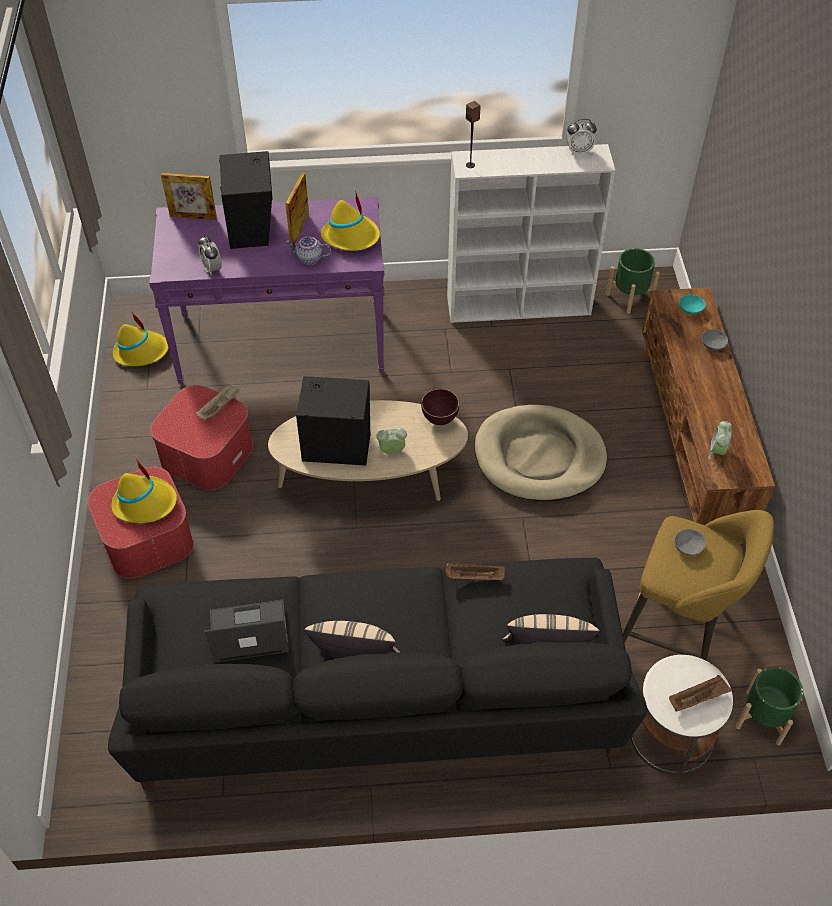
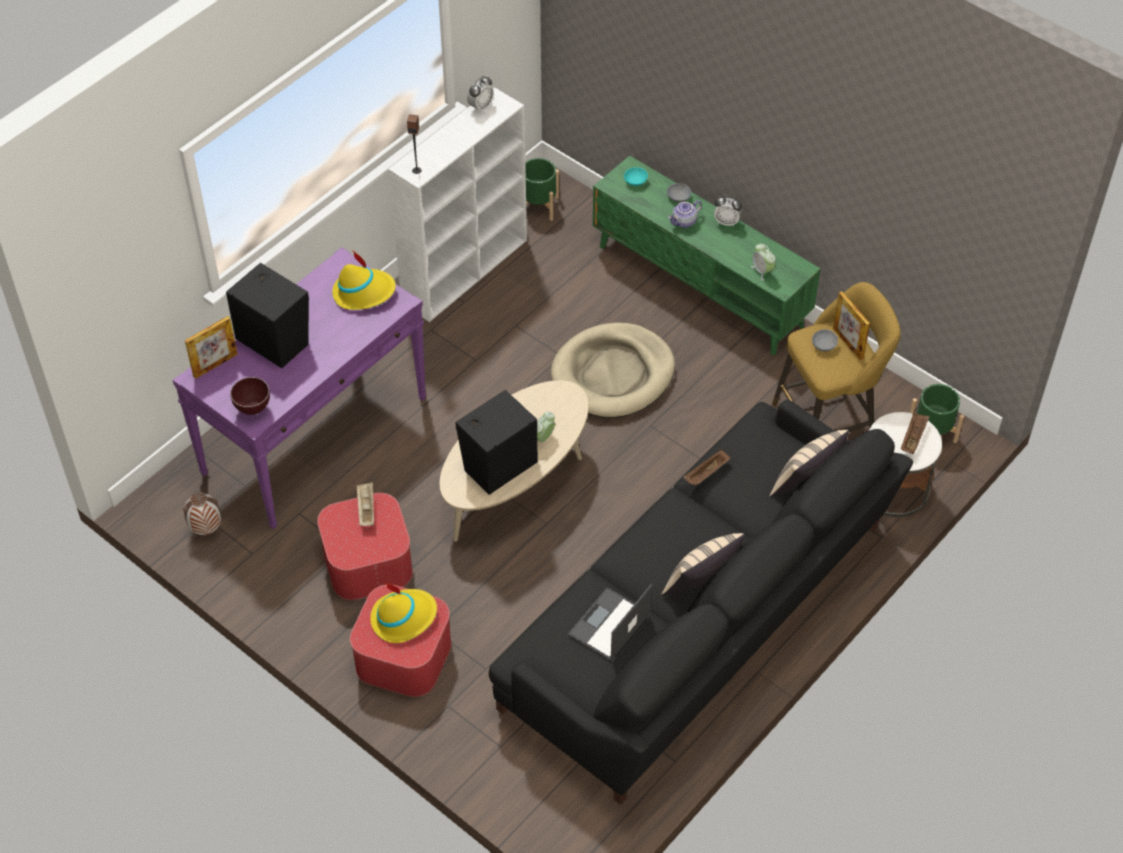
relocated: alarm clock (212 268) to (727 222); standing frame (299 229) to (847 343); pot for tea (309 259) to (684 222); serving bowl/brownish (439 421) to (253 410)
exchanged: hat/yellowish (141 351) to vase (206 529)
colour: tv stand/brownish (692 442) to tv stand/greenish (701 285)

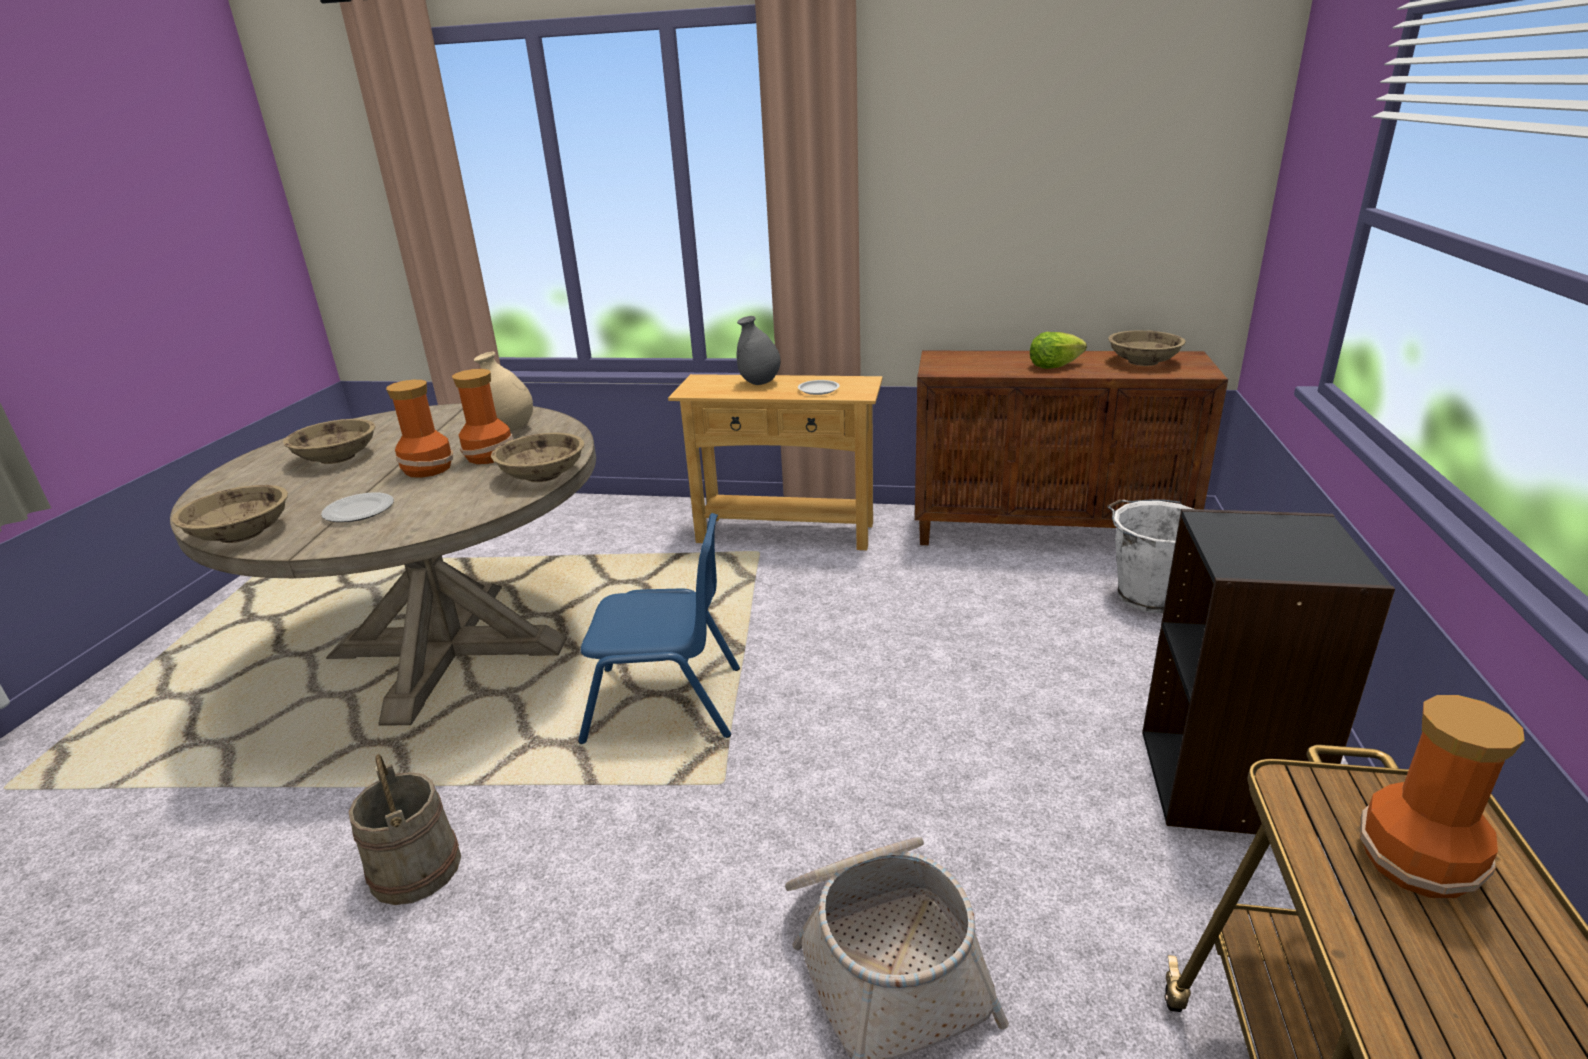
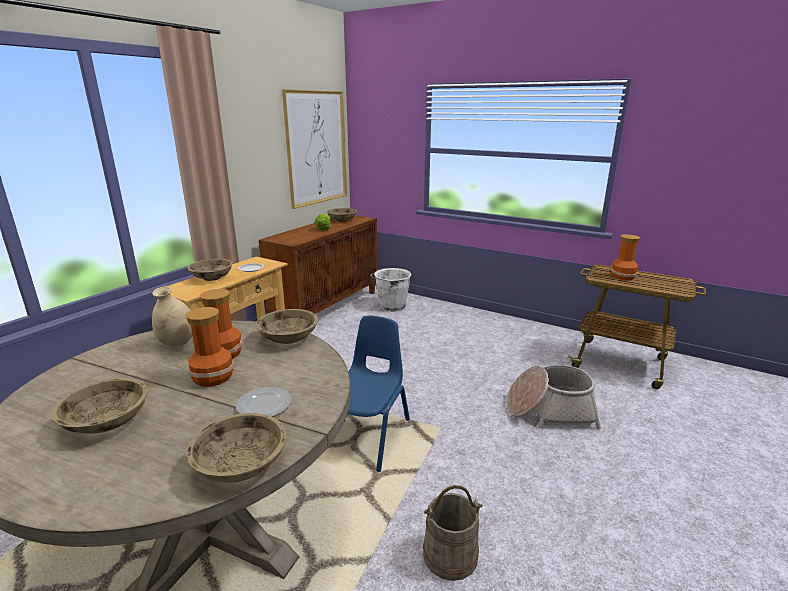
missing: bookshelf/black (1224 782)
appeared: wall art (316 148)
exchanged: vase/gray (759 383) to serving bowl/beige (212 278)

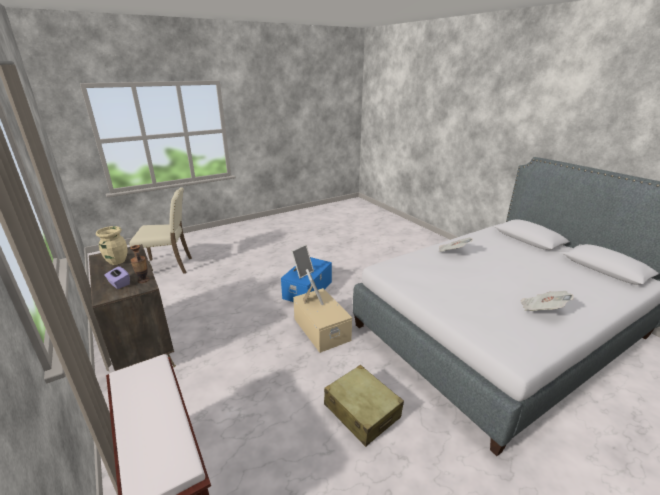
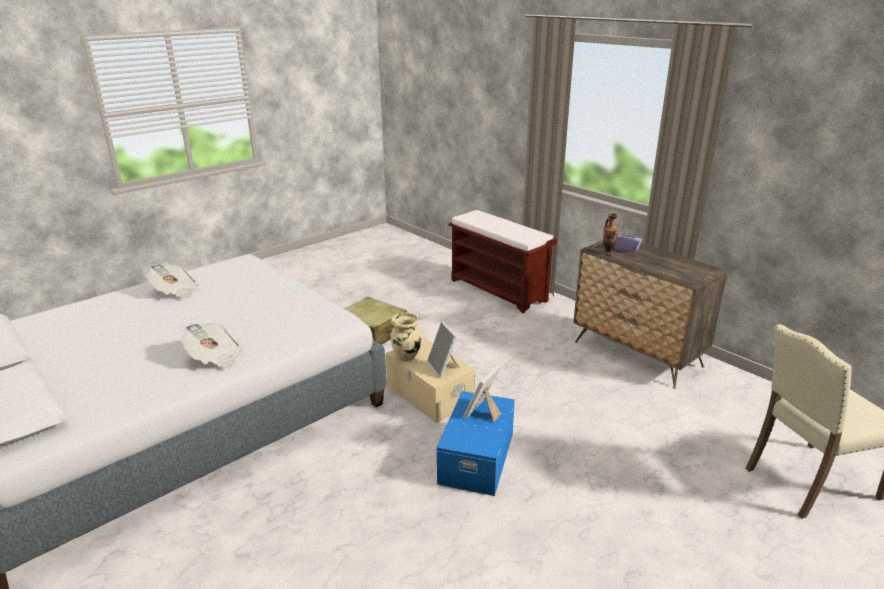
relocated: vase/beige (117 261) to (406 356)

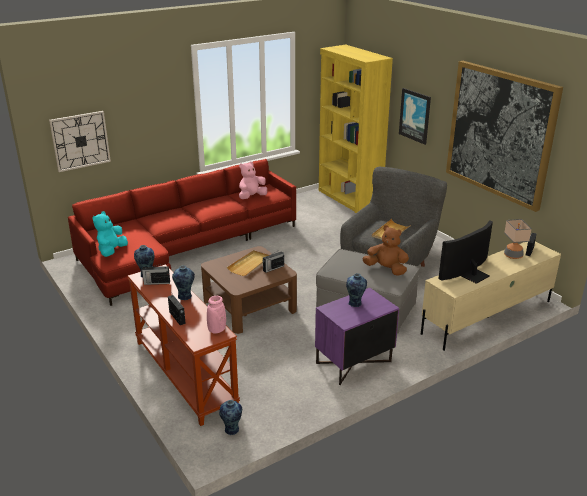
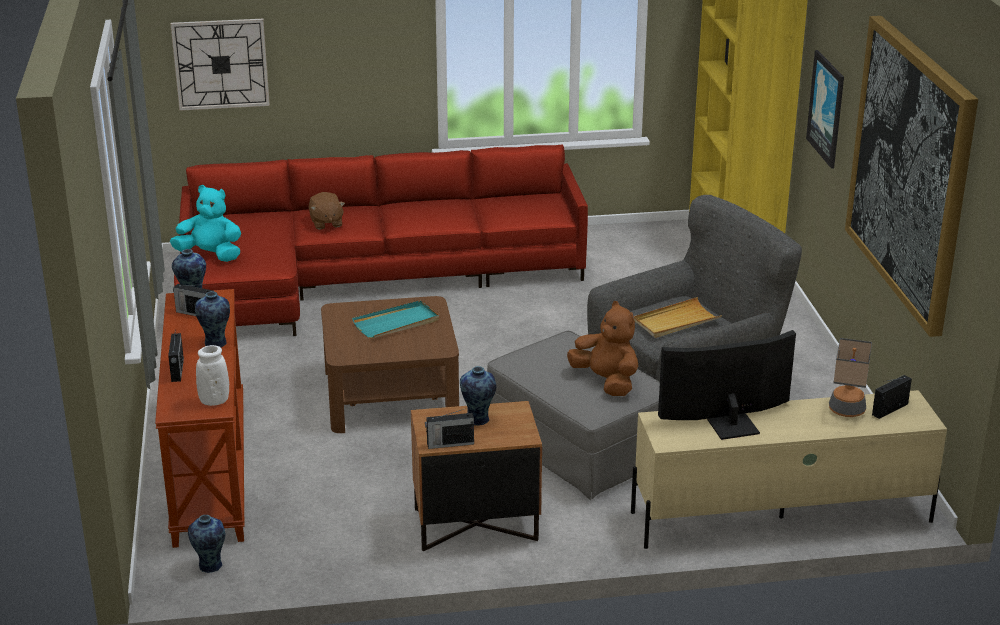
missing: plush toy/pink-coloured (251 197)
appeared: plush toy/brownish (326 223)
relocated: radio receiver (273 268) to (449 444)
colour: vase/pink-coloured (217 330) to vase/whitish (214 401); carrying tray/beige (250 264) to carrying tray/turquoise-coloured (397 323); bedside table/purplish (354 363) to bedside table/brownish (475 526)
spun: plush toy/turquoise-coloured (112 251) = (210 255) 60 degrees clockwise

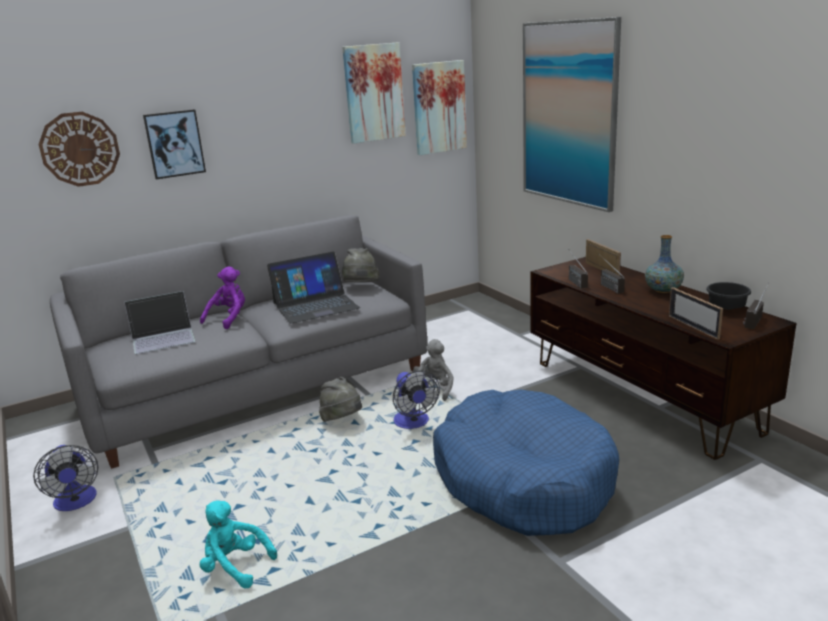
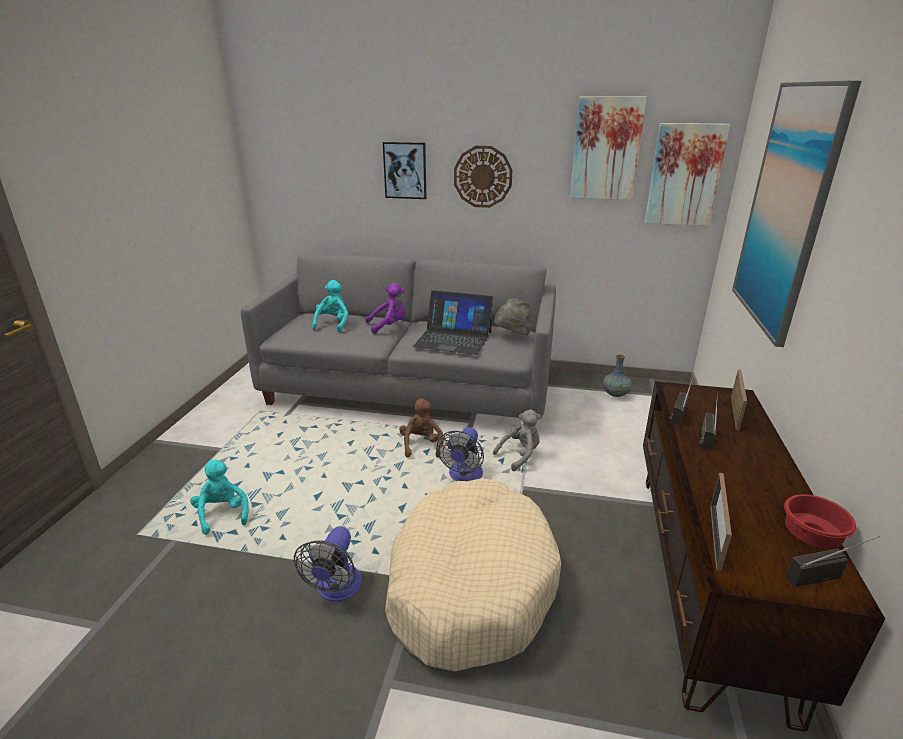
relocated: electric fan (76 502) to (336 590); wall clock (80 149) to (482 177); vase (663 290) to (615 394)
exchanged: notebook computer (163 337) to plush toy/turquoise-coloured (333 324); hat/gray (343 421) to plush toy/brownish (421 445)
colour: dog bed/blue-coloured (523 479) to dog bed/beige (470 584); serving bowl/black (727 307) to serving bowl/red-coloured (813 537)

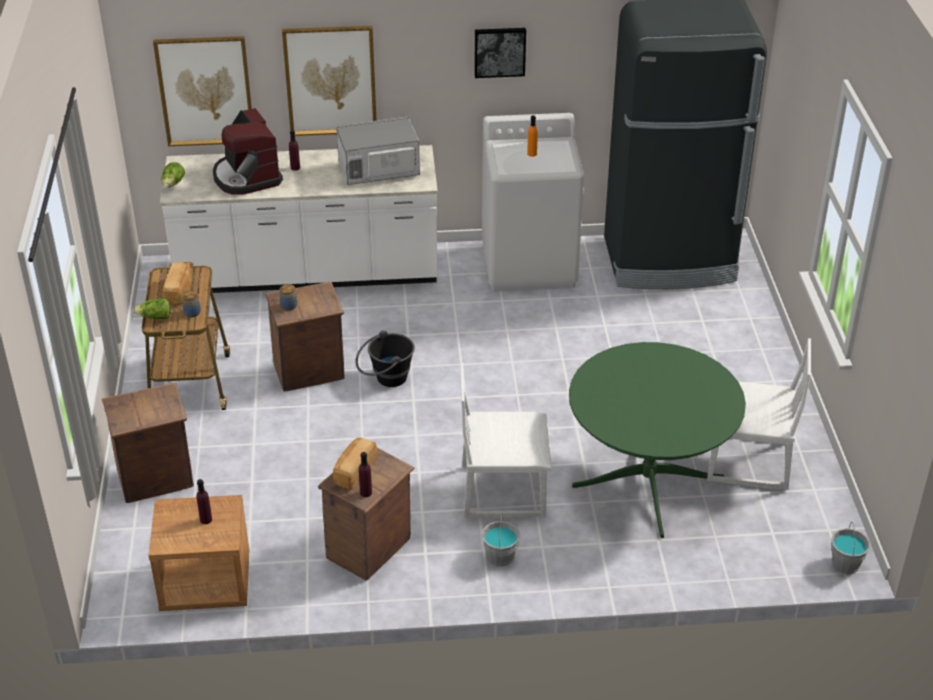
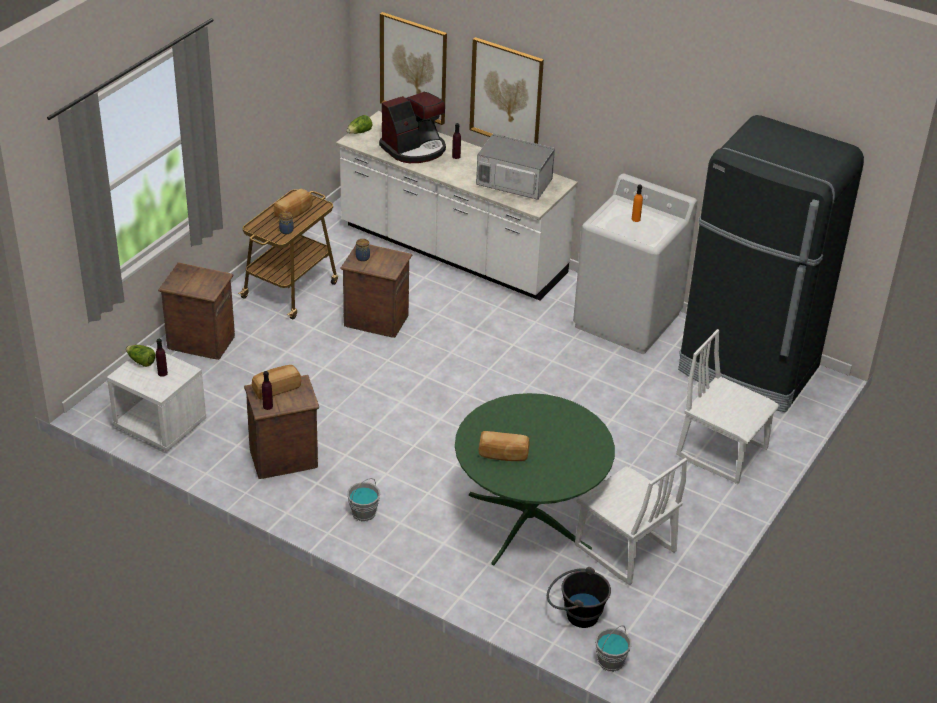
missing: wall art (499 51)
appeared: bread (503 455)
relocated: lettuce head (155 317) to (141 361); pail/black (385 379) to (575 614); chair/whitish (503 490) to (722 452)
colour: bedside table/brownish (205 584) to bedside table/whitish (160 425)
spun: coffee brewer (246 177) = (414 148) 135 degrees counterclockwise

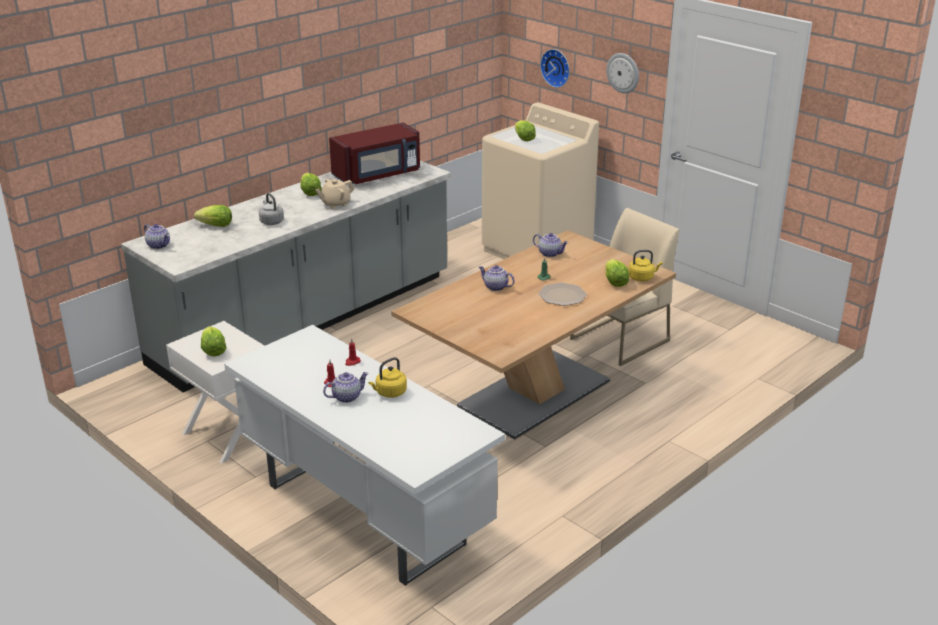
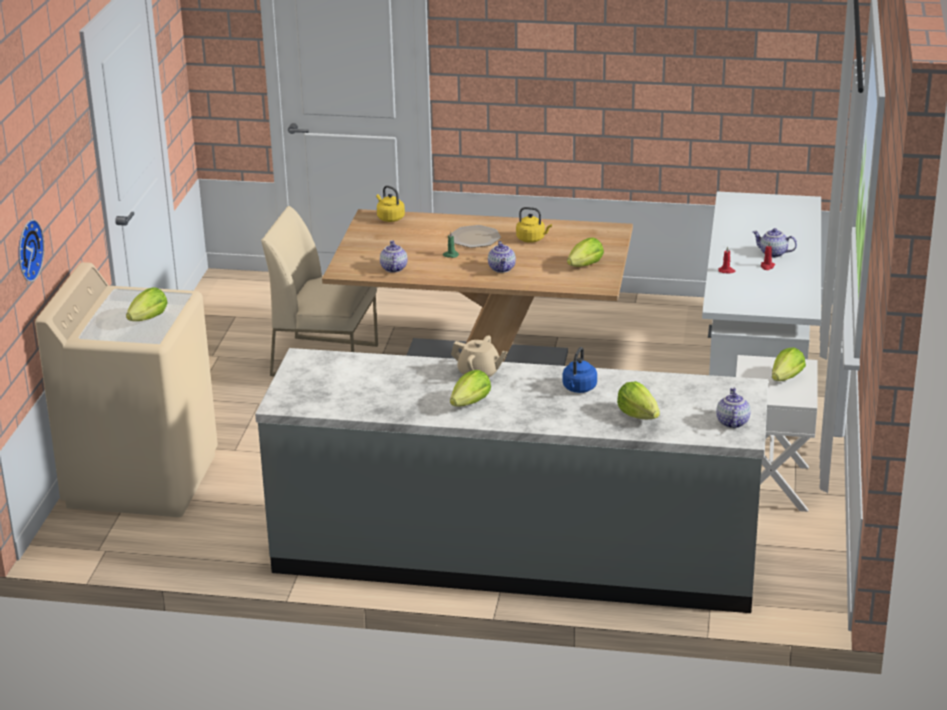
missing: microwave/red-coloured (378 175); wall clock (623 73)
relocated: tea kettle/yellowish (389 393) to (532 239); lettuce head (614 282) to (585 265)
colour: tea kettle/gray (271 222) to tea kettle/blue-coloured (578 388)

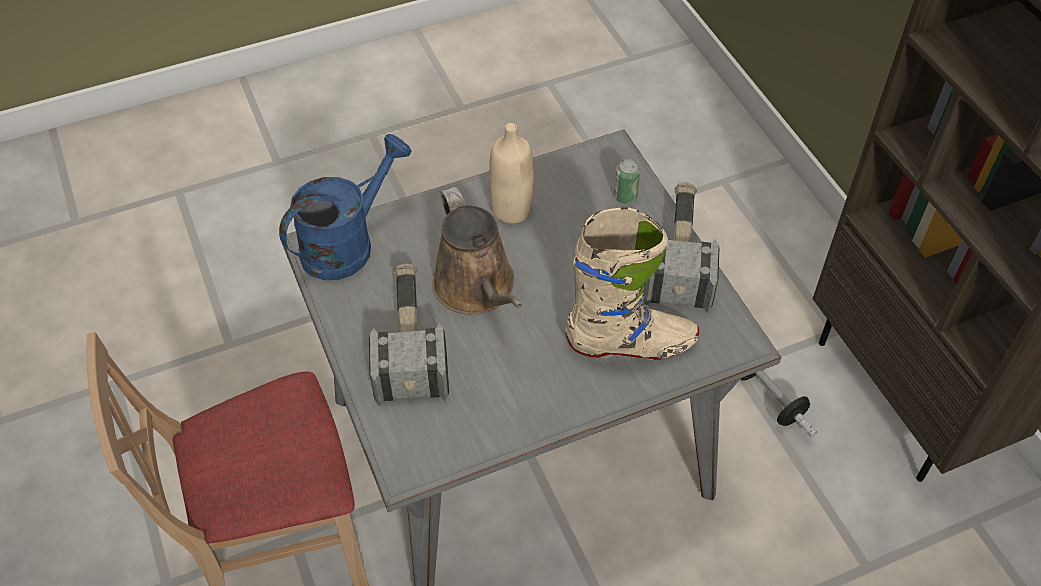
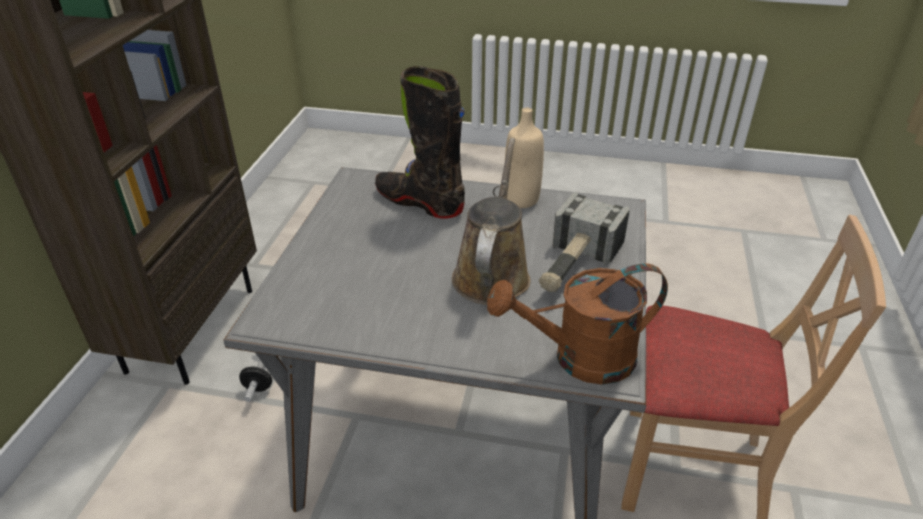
missing: metal can (625 196); hammer (679 254)
relocated: bottle/beige (511 210) to (521 200)
colour: watering can/blue-coloured (347 243) to watering can/brownish (580 359); high-top boot/beige (631 344) to high-top boot/black (420 202)

